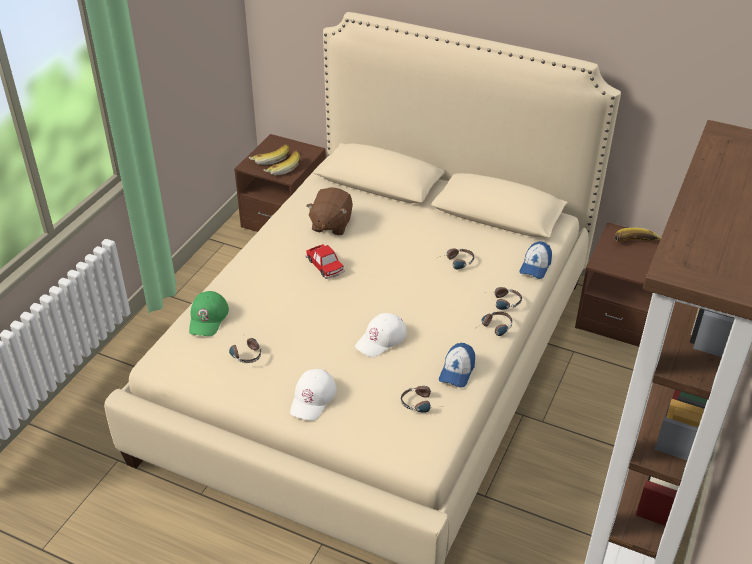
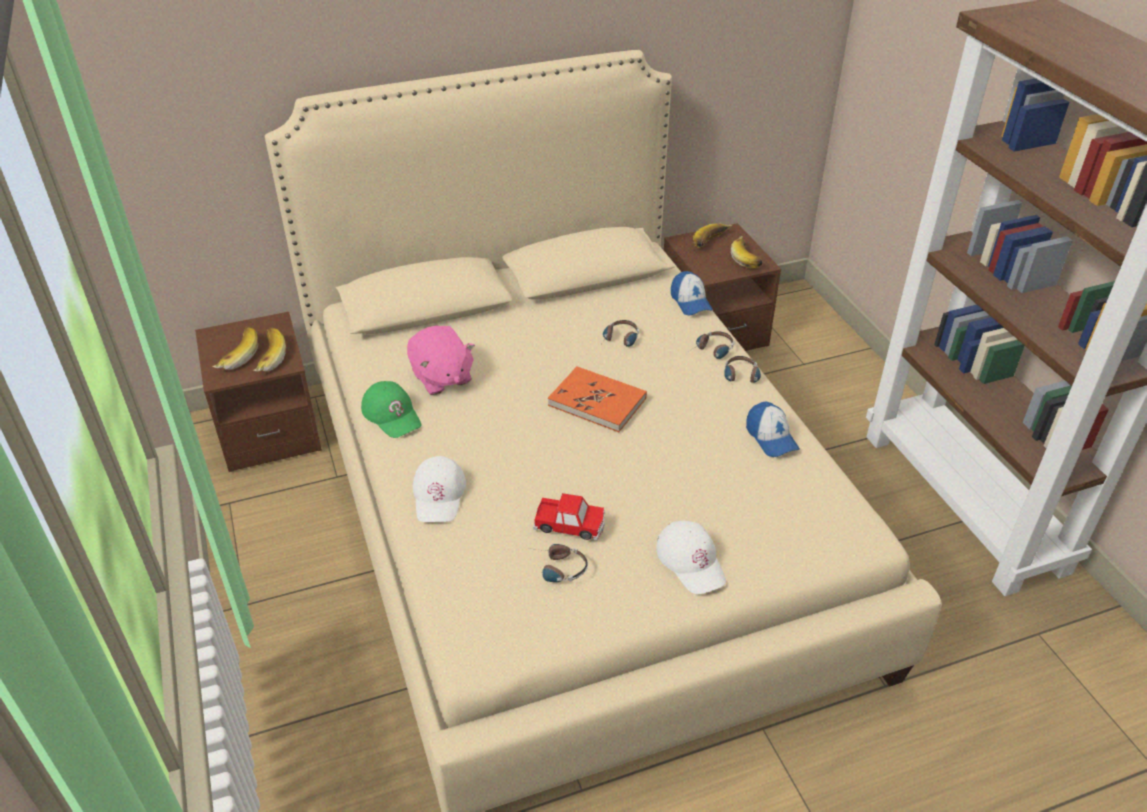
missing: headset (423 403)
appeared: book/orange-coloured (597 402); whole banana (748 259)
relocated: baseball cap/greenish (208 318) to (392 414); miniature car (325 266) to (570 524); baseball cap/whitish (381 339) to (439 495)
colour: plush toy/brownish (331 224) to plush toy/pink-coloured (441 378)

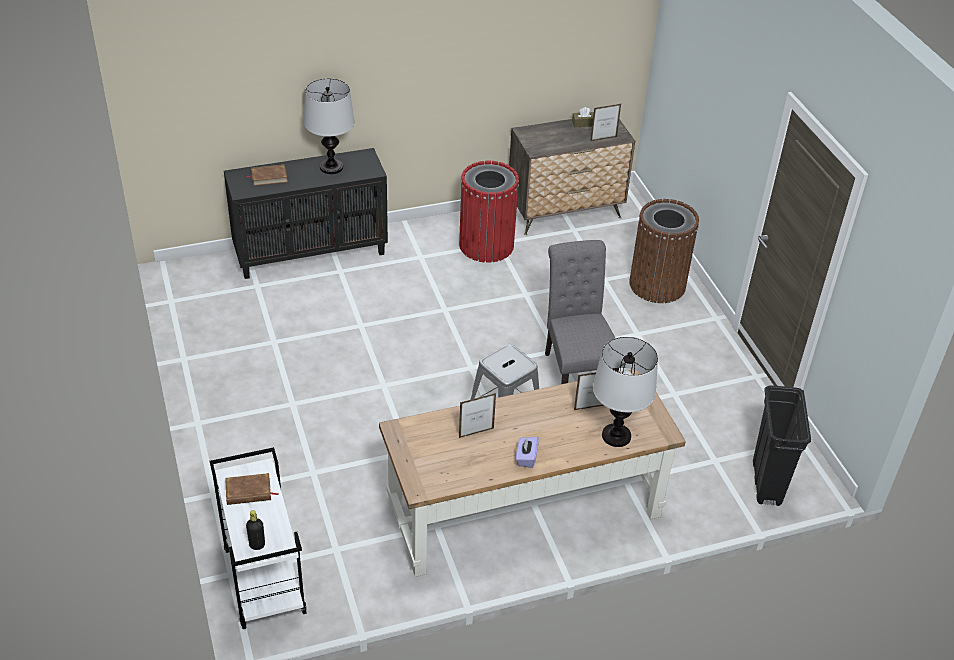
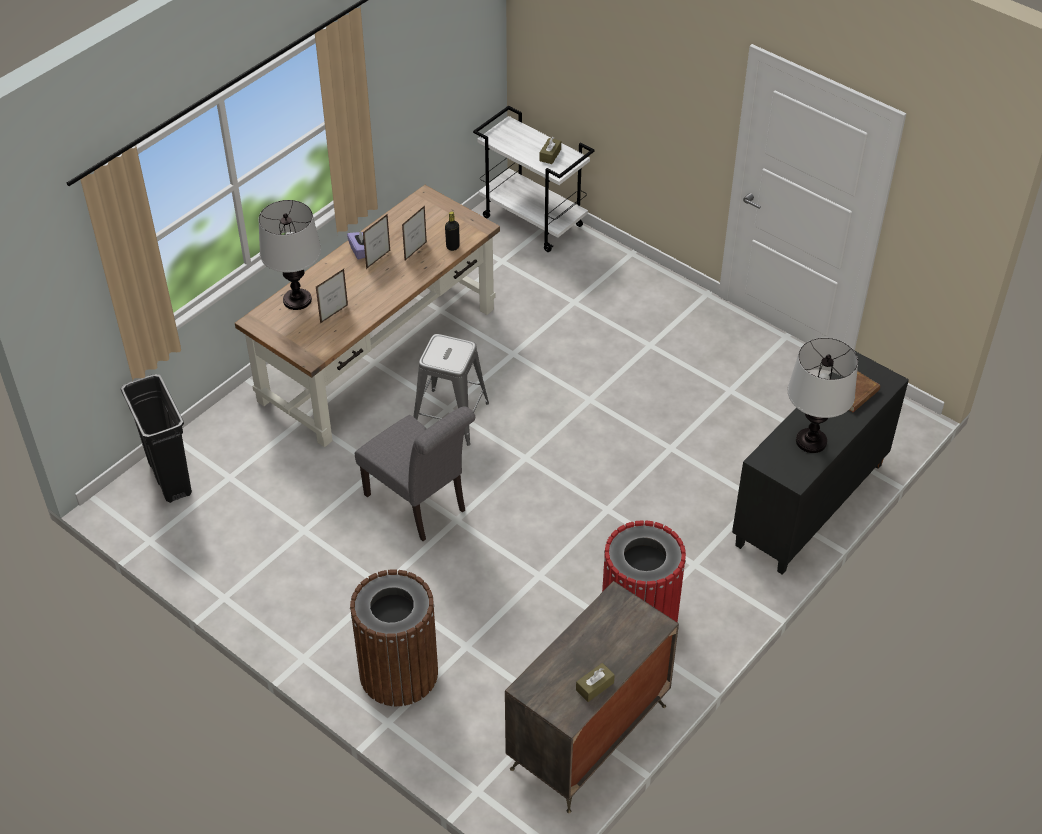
relocated: bottle/black (257 545) to (452 247); standing frame (603 139) to (378 259)
exchanged: book/brownish (248 492) to box of tissues/brownish (550 155)

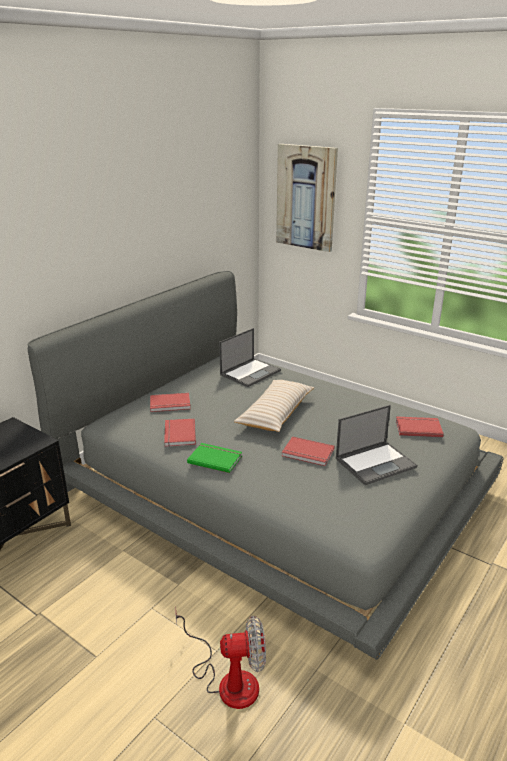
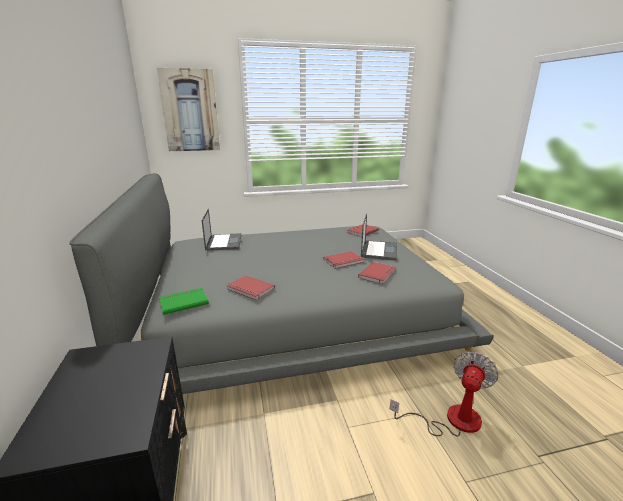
missing: cushion/beige (276 413)
relocated: book/red-coloured (170 404) to (378 274); book/greenish (215 458) to (183 302)

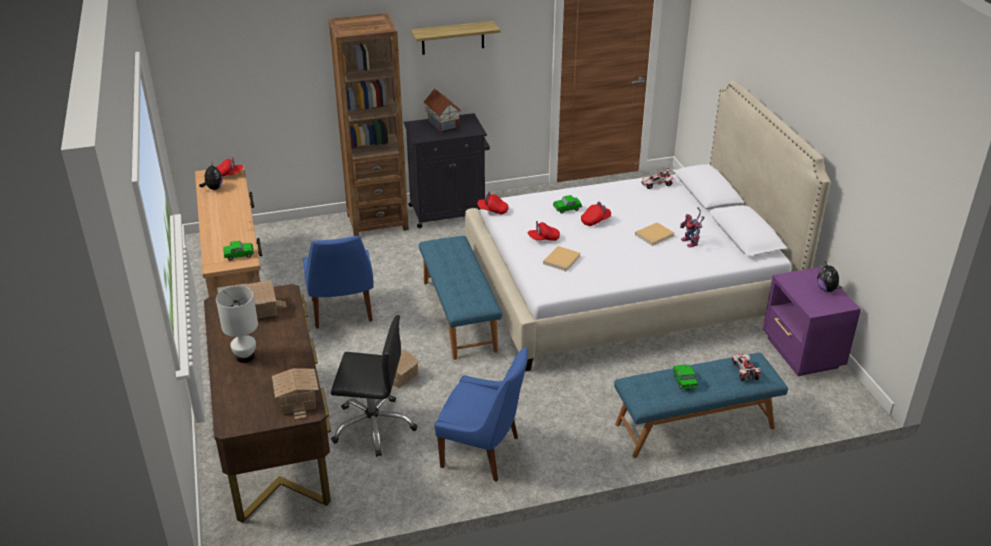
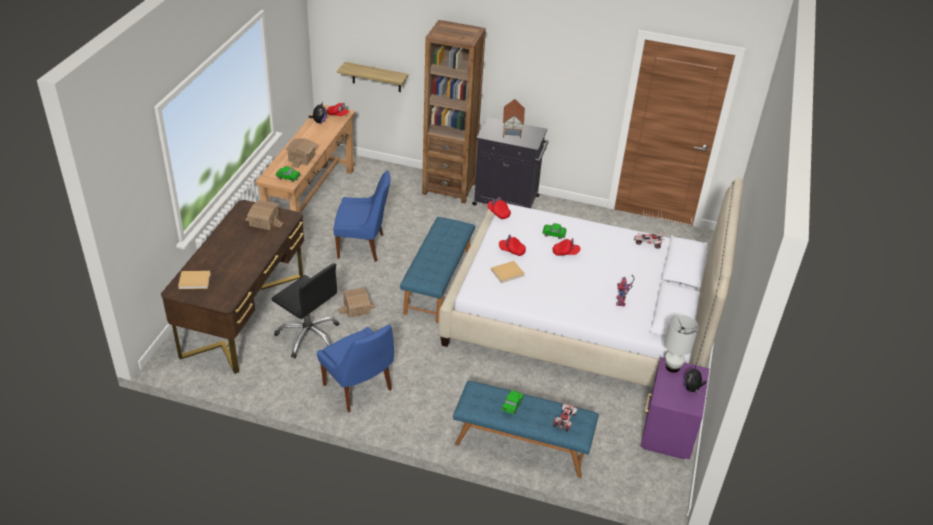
relocated: table lamp/whitish (245 356) to (672 367); model house (296 400) to (301 158); shelf (453 38) to (376 77); book/beige (655 235) to (195 281)
spun: chair/blue-coloured (342 312) = (363 246) 105 degrees counterclockwise

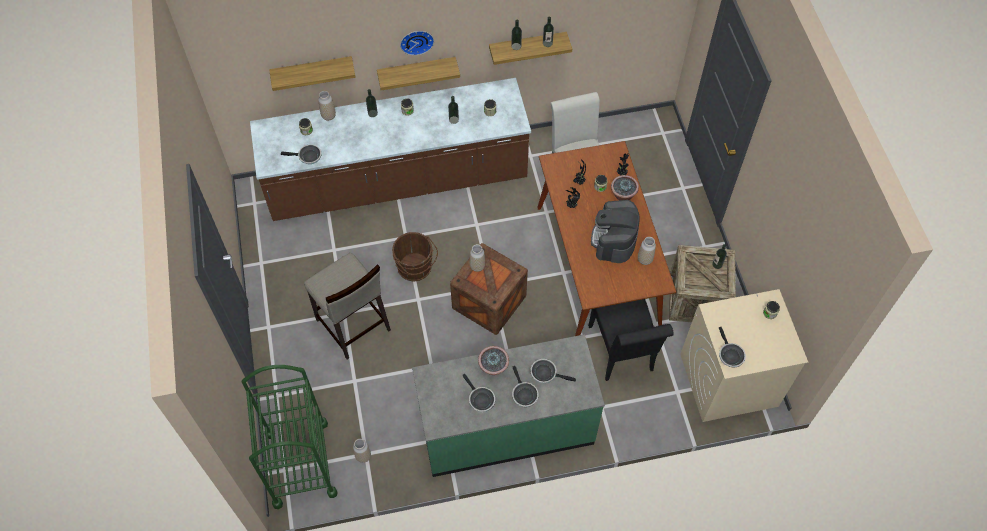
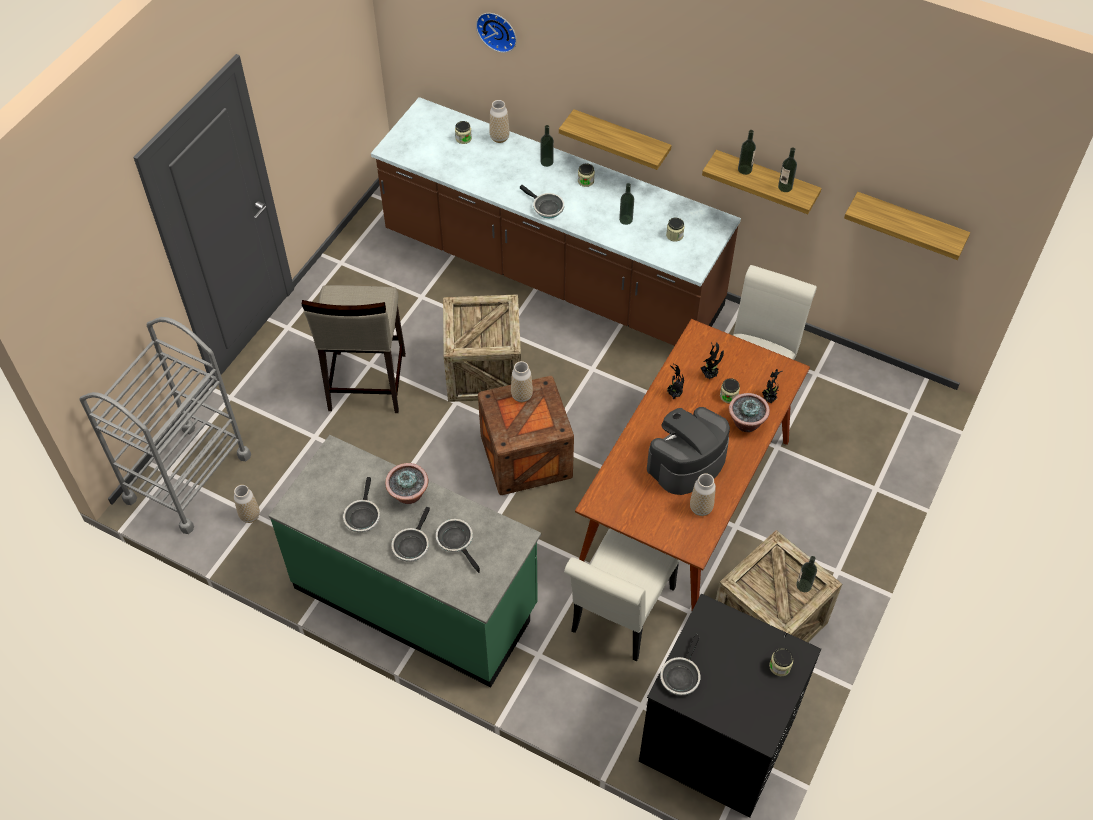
relocated: shelf (312 71) to (909 225); pan (308 157) to (546 207); wall clock (416 41) to (498 30)
exchanged: pail/brownish (416 269) to packing crate (484 370)
colour: wheeled cart/greenish (300 463) to wheeled cart/gray (187 477); chair/black (622 353) to chair/whitish (619 616); laundry appliance/beige (728 380) to laundry appliance/black (716 740)

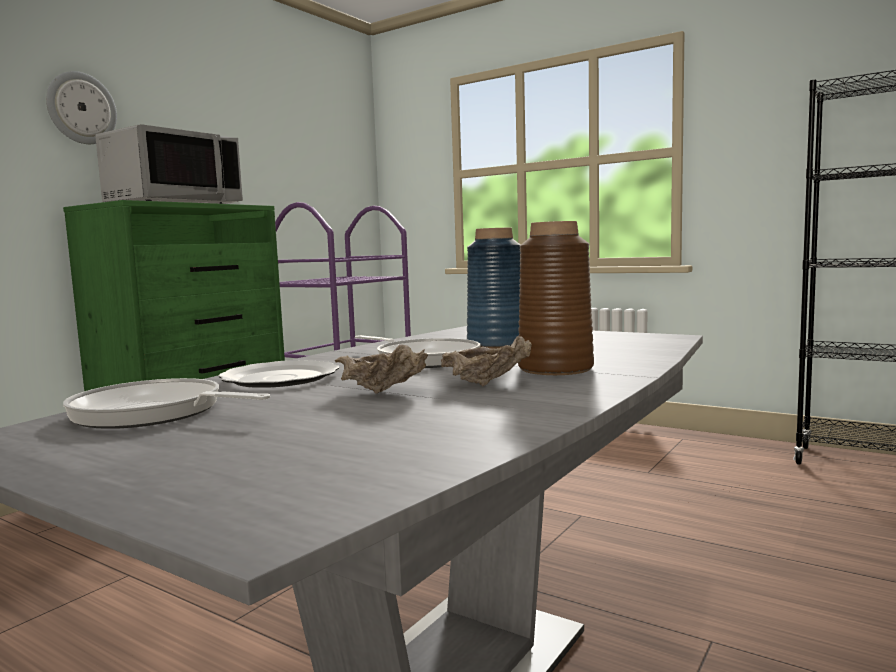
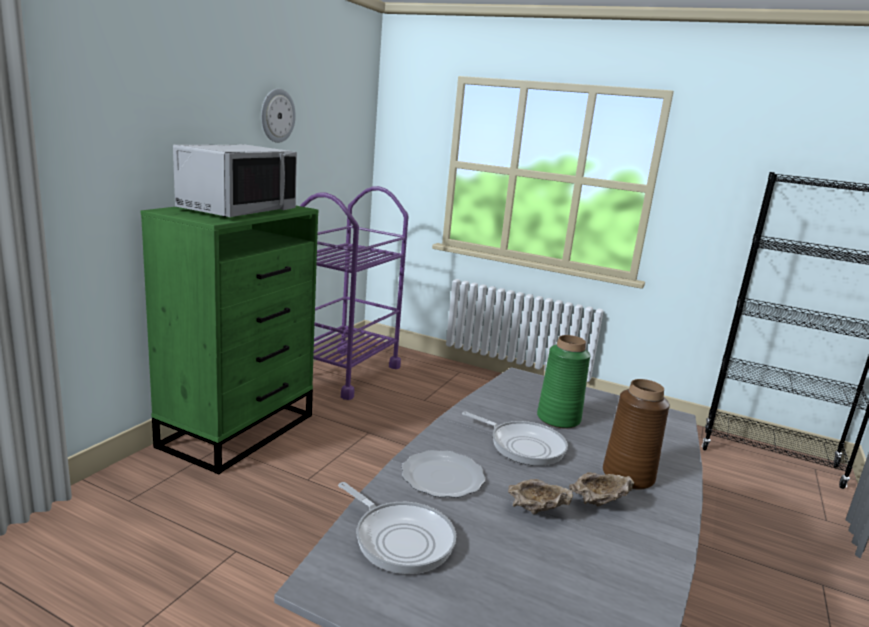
relocated: wall clock (81 108) to (277 115)
colour: vase/blue-coloured (496 344) to vase/greenish (558 418)
spun: pan (154 413) = (400 539) 150 degrees counterclockwise

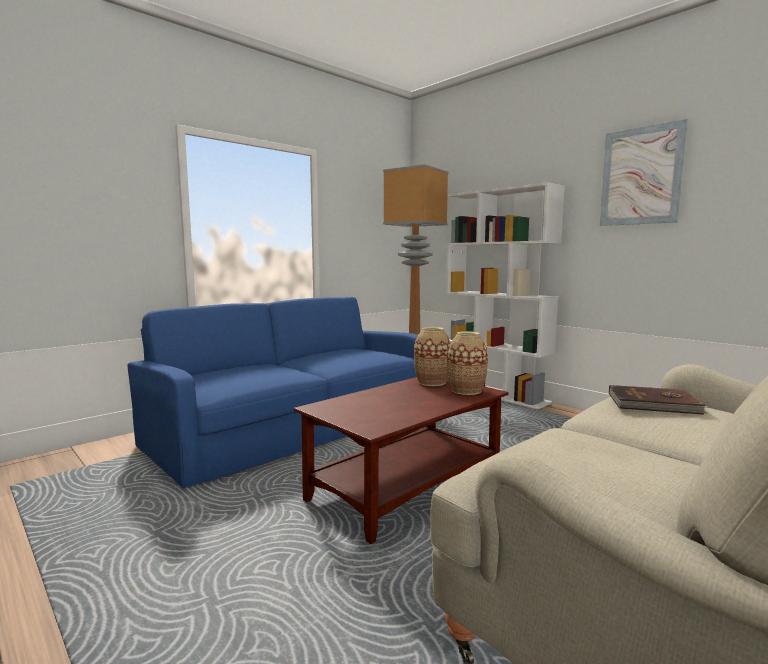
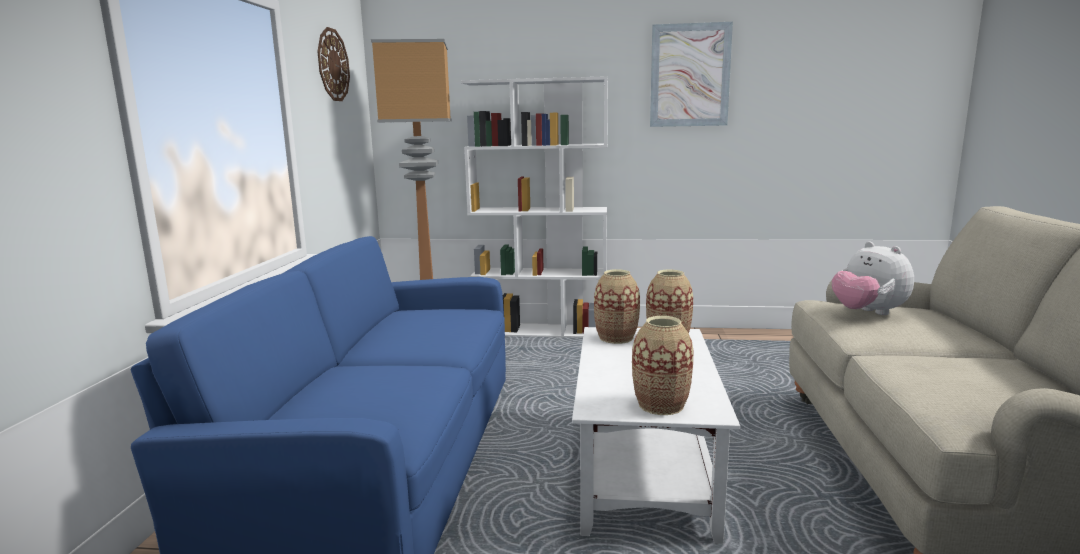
appeared: wall clock (333 65); vase (660 405)
exchanged: book/brownish (654 404) to plush toy (868 313)
colour: low table/brownish (407 486) to low table/whitish (643 468)

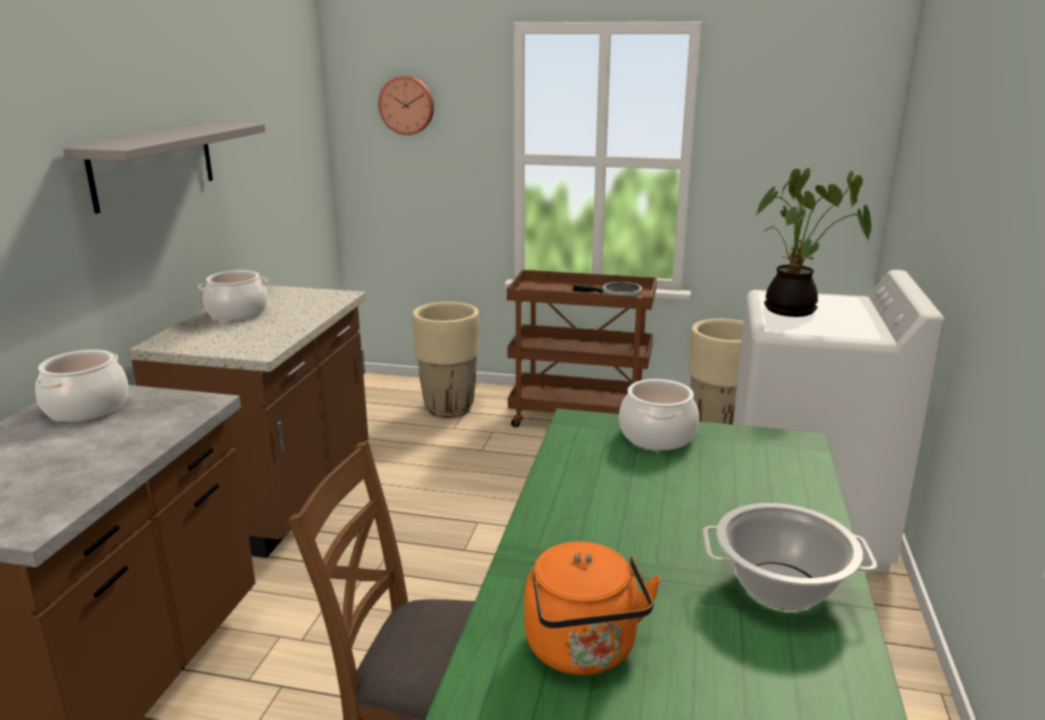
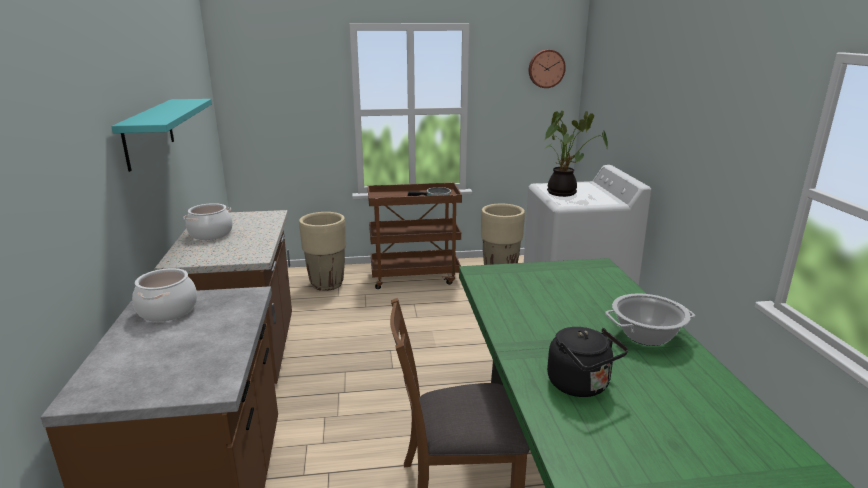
missing: stockpot (657 435)
relocated: wall clock (407 105) to (546 68)
colour: shelf/gray (154 164) to shelf/turquoise-coloured (149 133); tea kettle/orange-coloured (584 651) to tea kettle/black (581 385)

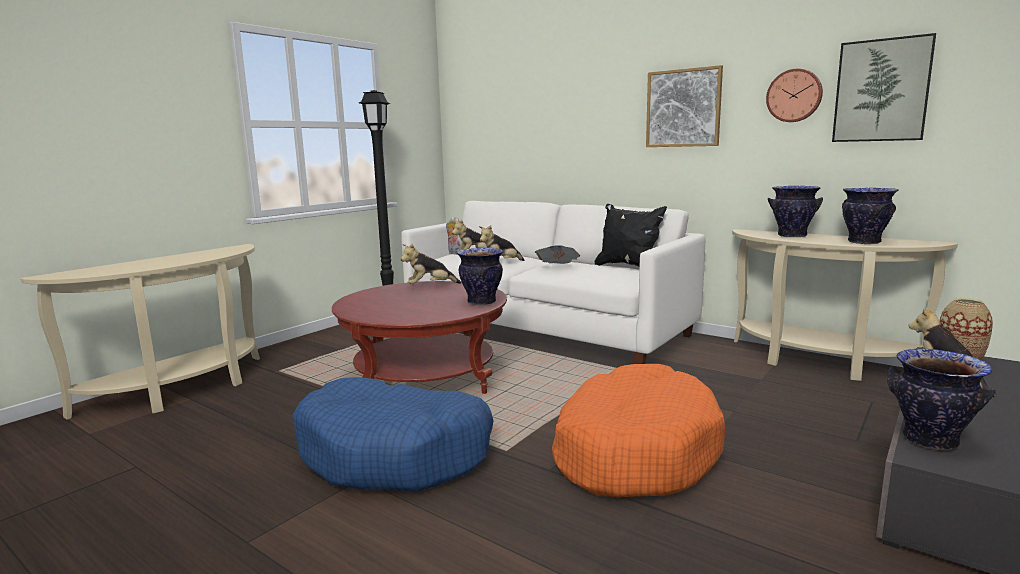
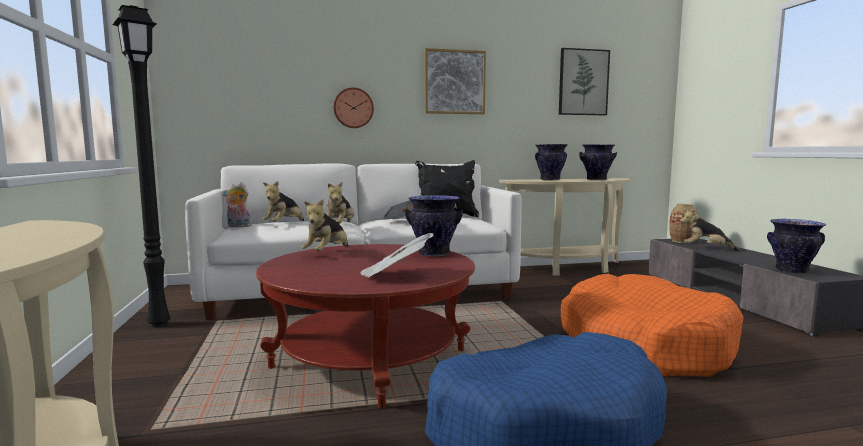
appeared: daily paper (395 275)
relocated: wall clock (794 95) to (353 108)

